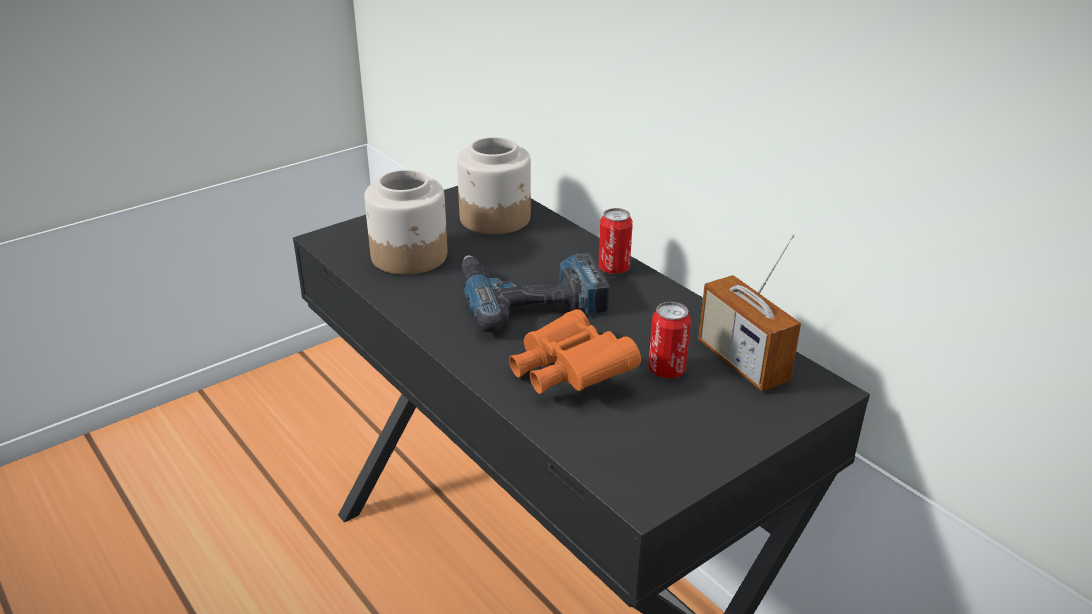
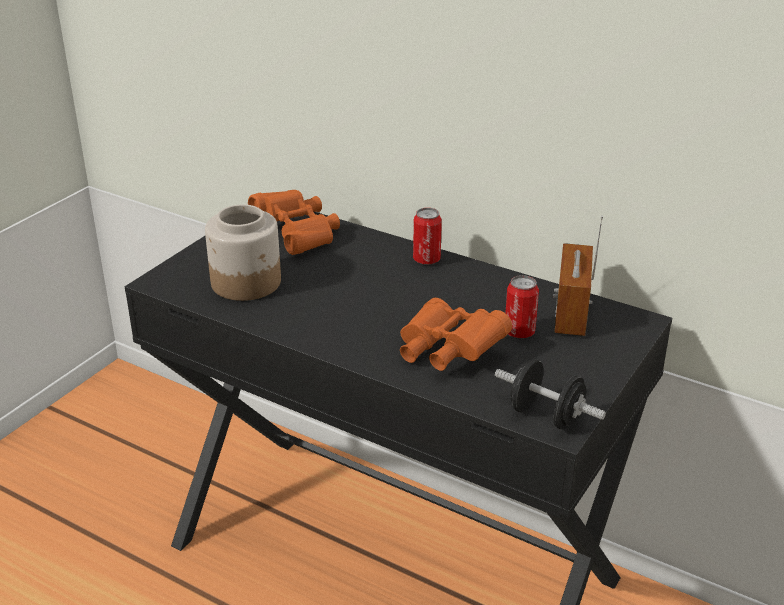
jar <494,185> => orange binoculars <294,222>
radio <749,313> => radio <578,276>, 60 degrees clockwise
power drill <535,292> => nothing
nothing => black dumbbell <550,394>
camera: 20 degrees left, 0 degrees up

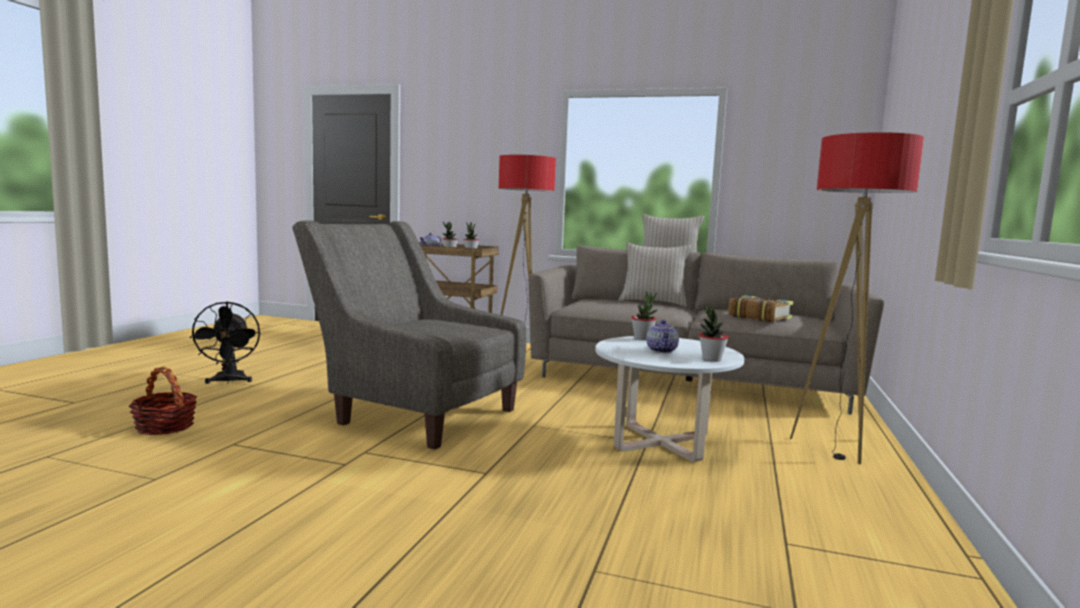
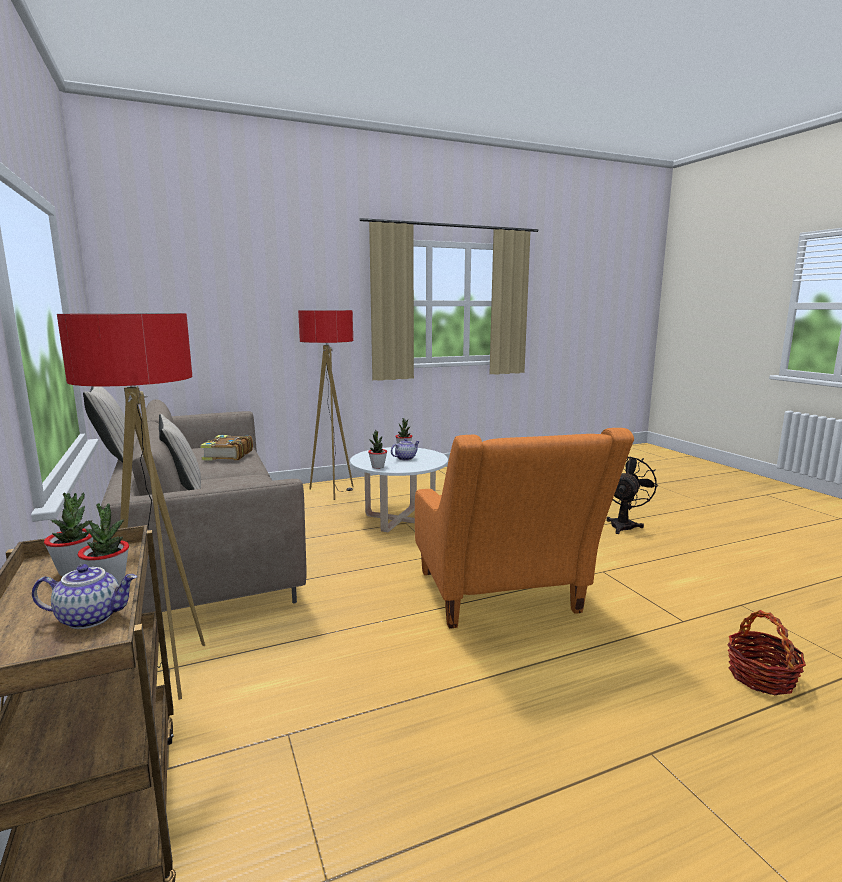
grey armchair <409,335> => orange armchair <524,528>
black fan <224,342> => black fan <632,495>, shifted
camera: 130 degrees left, 5 degrees up

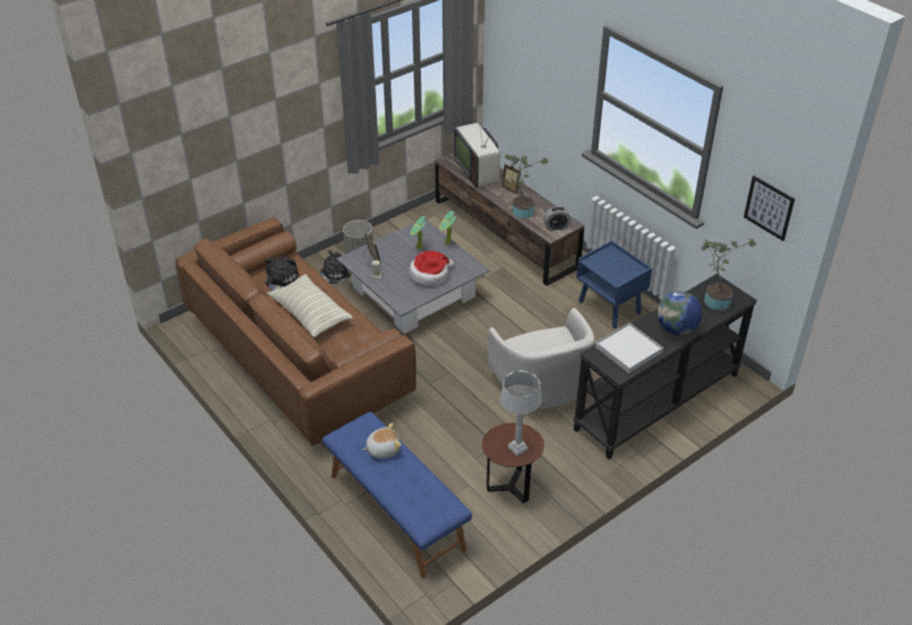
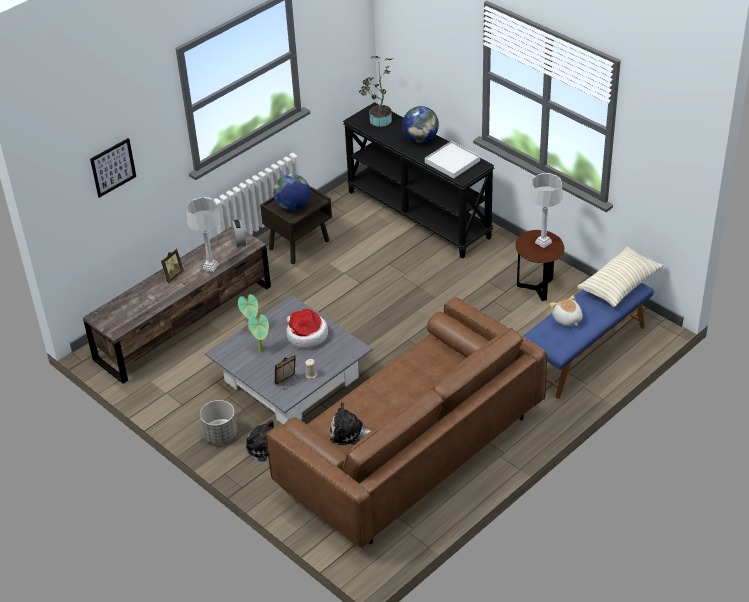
television <477,151> => nothing
potted plant <526,186> => grey table lamp <204,234>
picture <769,208> => picture <113,168>, shifted
blue nightstand <614,285> => brown nightstand <296,225>
pillow <310,306> => pillow <620,277>, shifted
white armchair <541,358> => nothing
nothing => globe <291,192>
camera: 95 degrees left, 0 degrees up

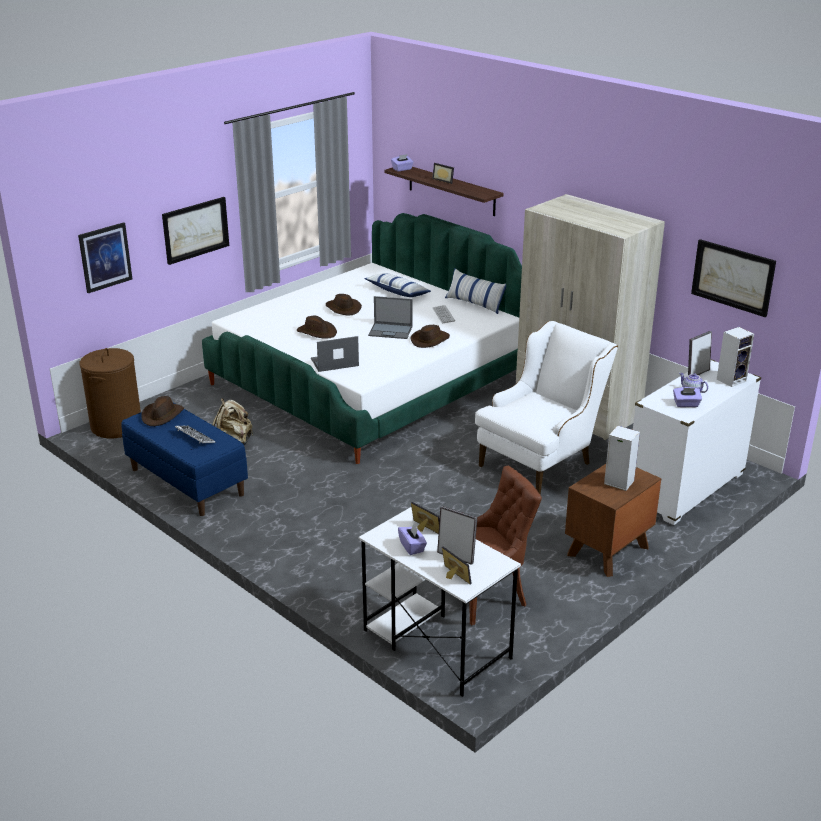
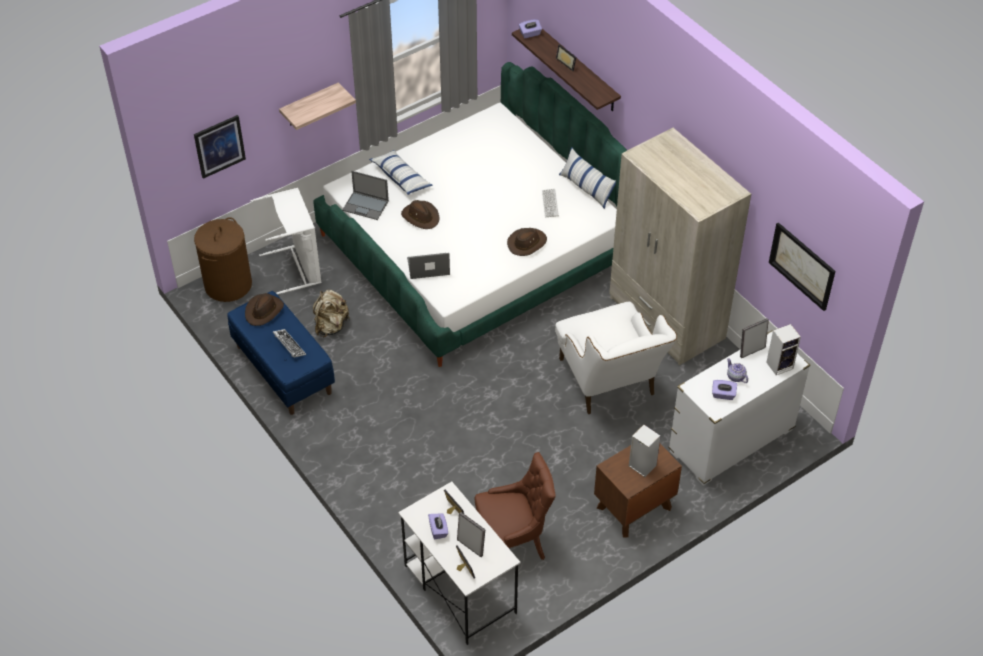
picture <195,231> => shelf <317,106>
pillow <397,285> => pillow <401,172>, shifted
brown hat <344,304> => nothing
laptop <390,317> => laptop <365,195>, shifted
white armchair <546,407> => white armchair <616,358>, 105 degrees clockwise
nothing => white laundry basket <285,241>
camera: 10 degrees right, 20 degrees up

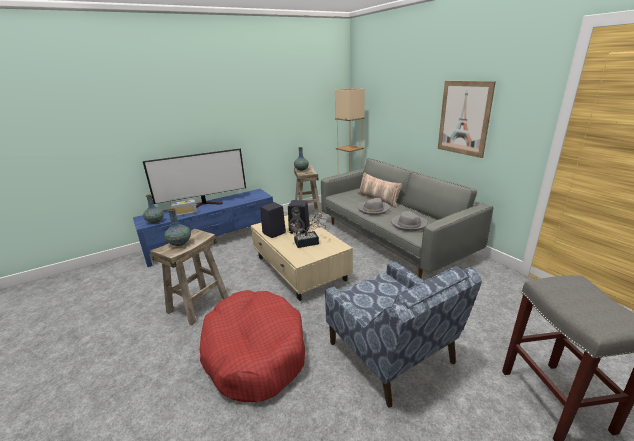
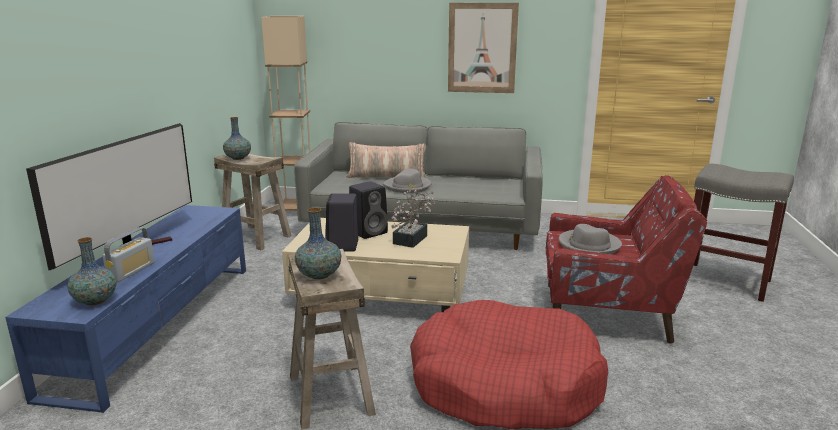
grey hat <409,221> => grey hat <590,239>, shifted
blue armchair <403,334> => red armchair <626,259>
camera: 50 degrees left, 5 degrees down

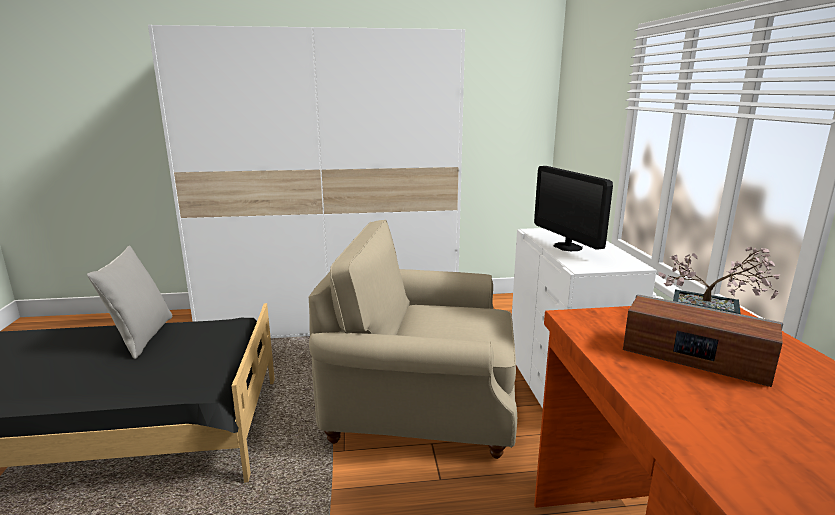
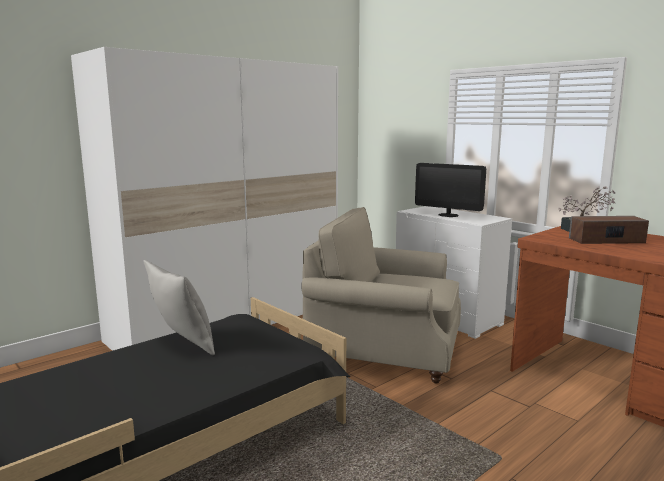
beige armchair <413,339> => beige armchair <381,295>, 45 degrees clockwise
camera: 35 degrees left, 5 degrees down

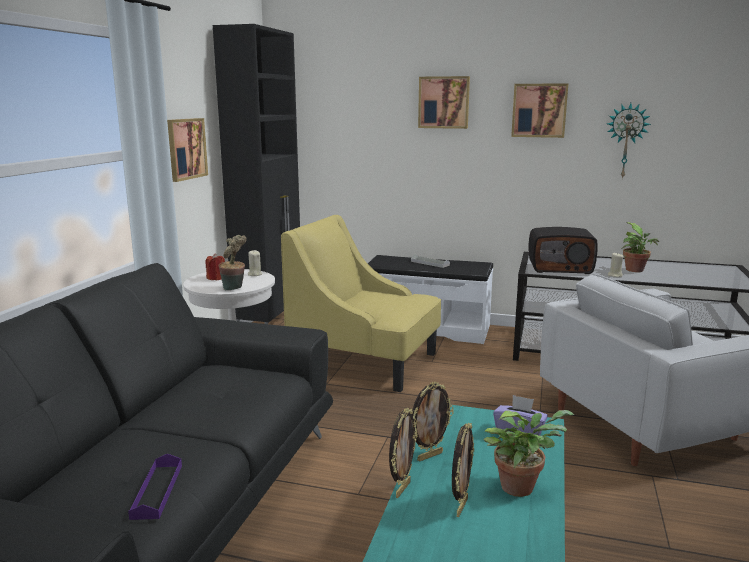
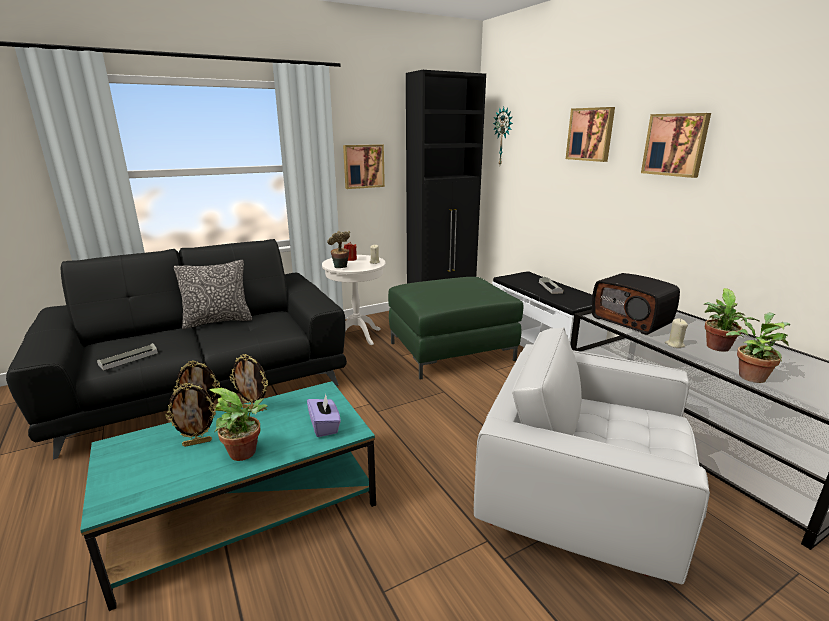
wall clock <629,141> => wall clock <503,136>, shifted
yellow armchair <361,303> => green ottoman <455,328>
purple tray <155,487> => grey tray <127,356>
nothing => pillow <213,294>
nothing => potted plant <758,347>
camera: 45 degrees right, 5 degrees up

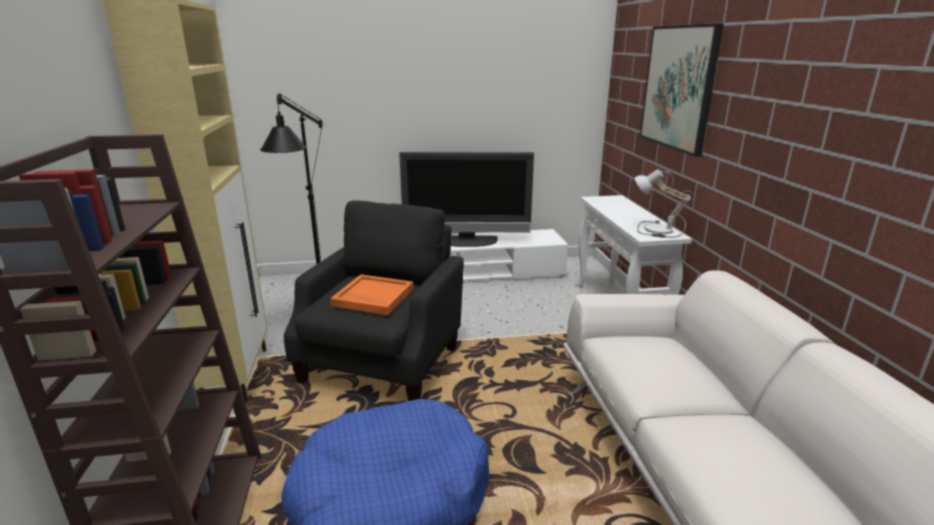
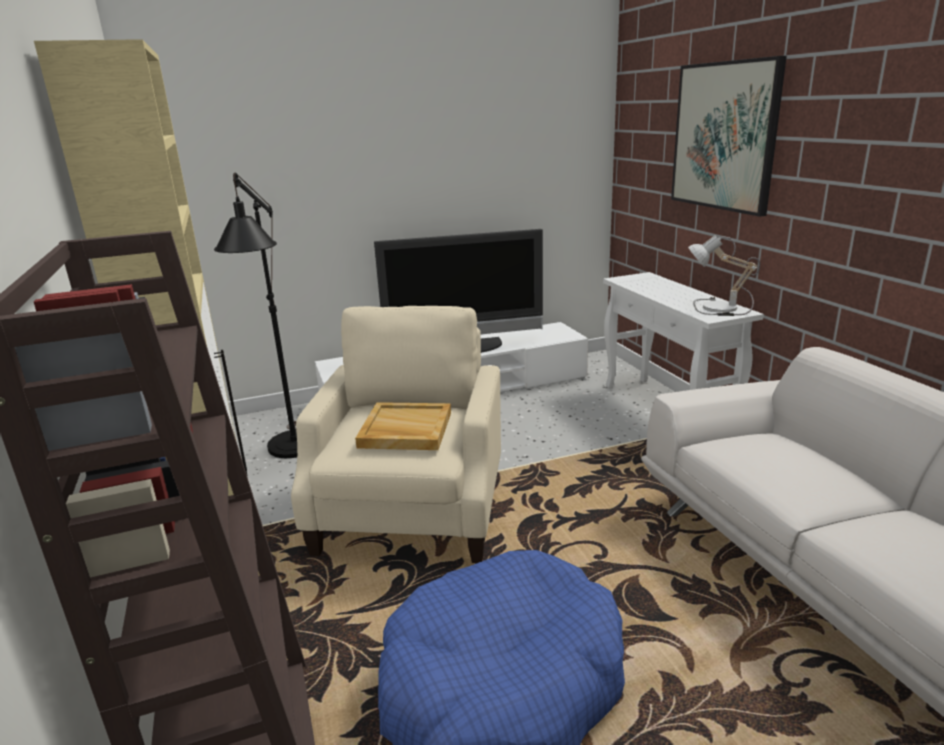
black armchair <374,301> => beige armchair <396,434>
orange tray <371,294> => beige tray <403,426>
camera: 10 degrees left, 0 degrees up

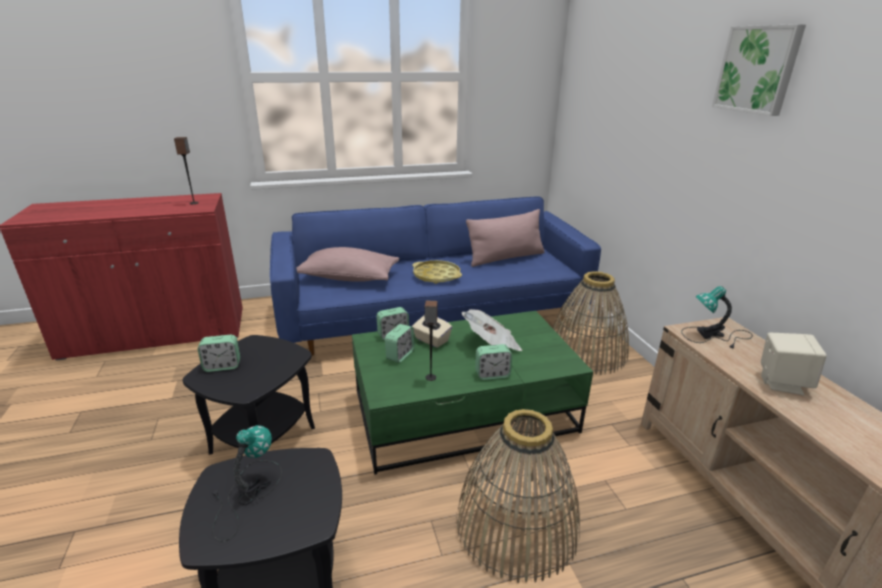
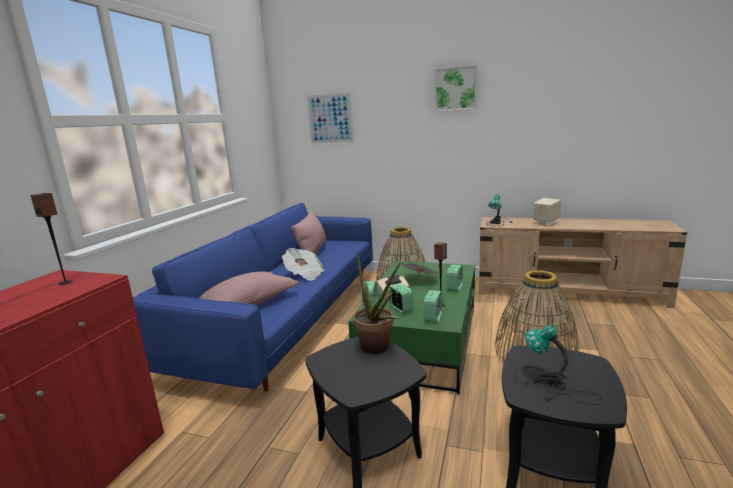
yellow tray <437,272> => newspaper <303,264>
alarm clock <219,353> => alarm clock <433,306>, shifted
nothing => picture <330,118>
nothing => potted plant <376,302>
camera: 55 degrees left, 10 degrees down

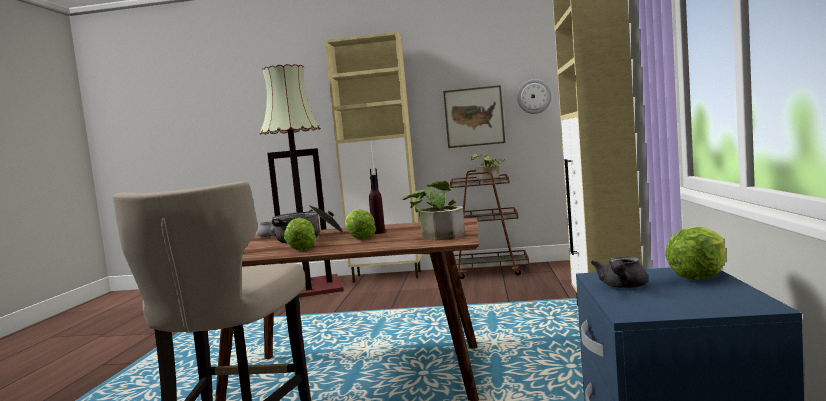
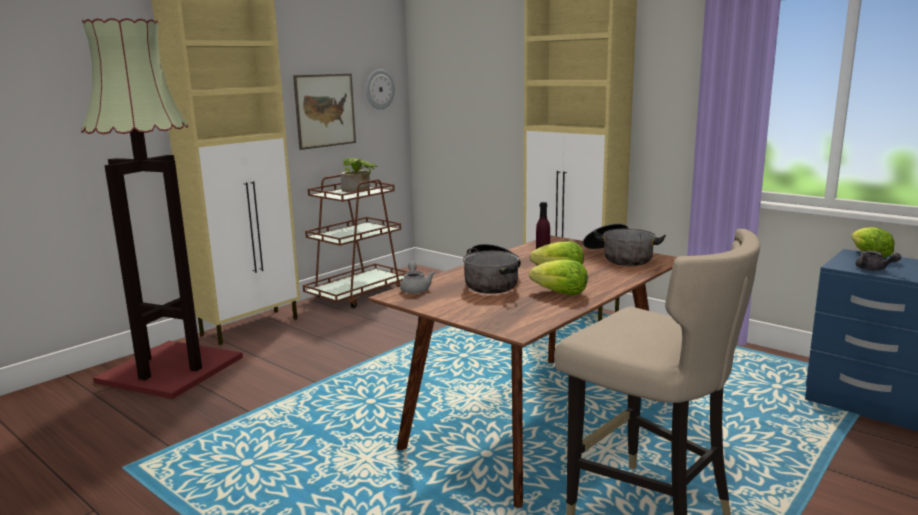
potted plant <433,210> => cooking pot <624,245>
camera: 55 degrees left, 10 degrees up

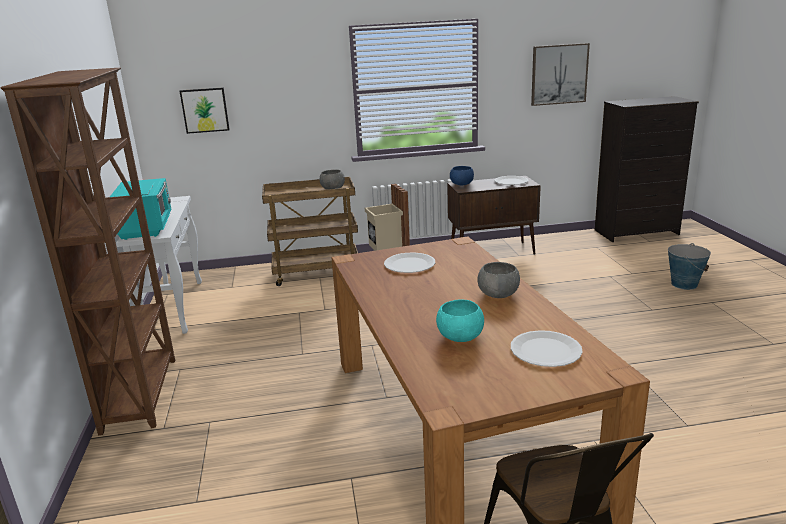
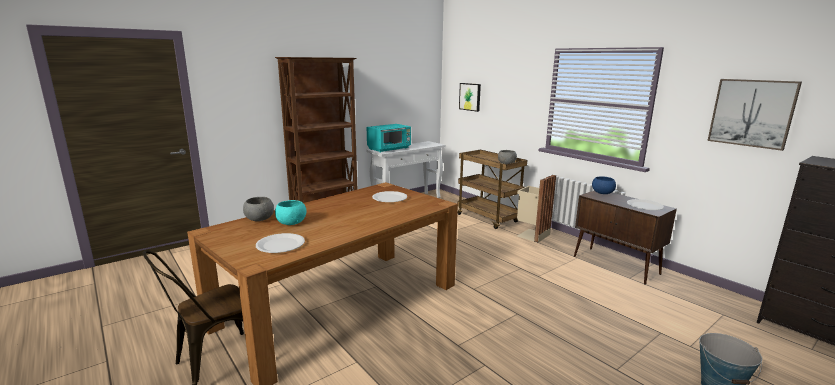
grey bowl <498,280> => grey bowl <258,209>, shifted
camera: 60 degrees right, 5 degrees down

